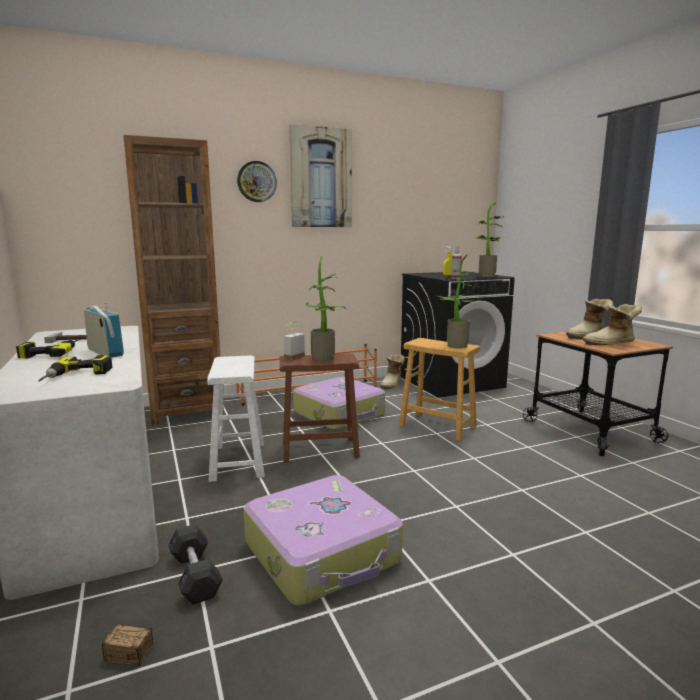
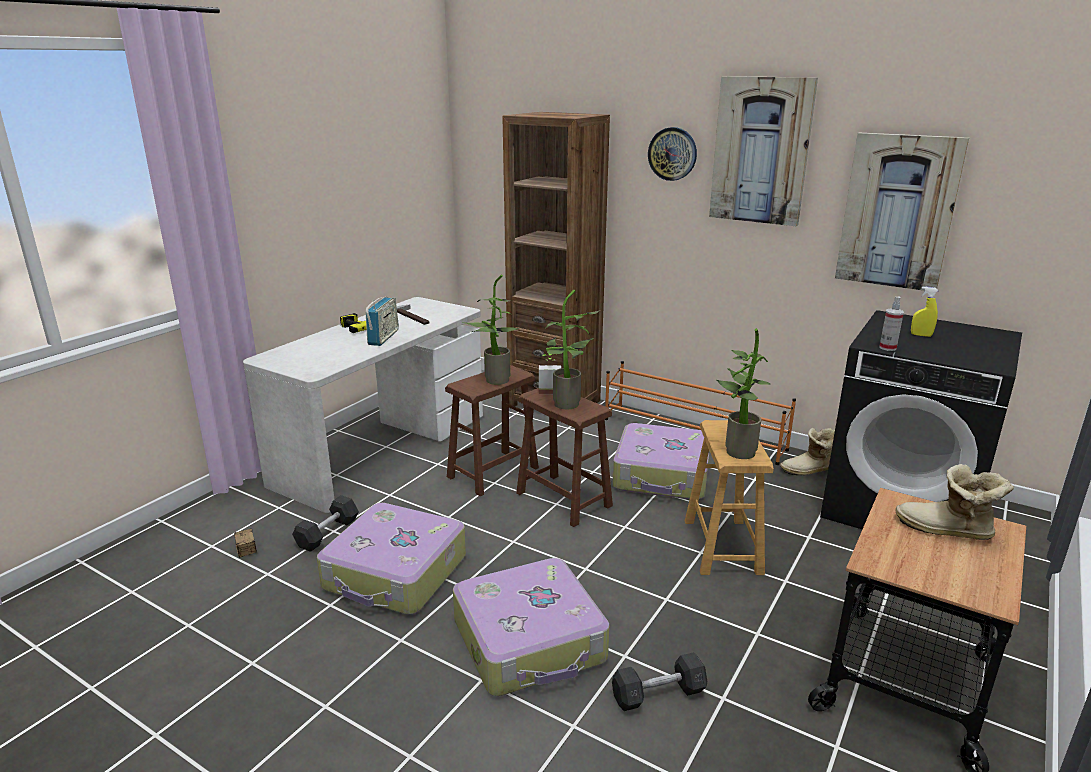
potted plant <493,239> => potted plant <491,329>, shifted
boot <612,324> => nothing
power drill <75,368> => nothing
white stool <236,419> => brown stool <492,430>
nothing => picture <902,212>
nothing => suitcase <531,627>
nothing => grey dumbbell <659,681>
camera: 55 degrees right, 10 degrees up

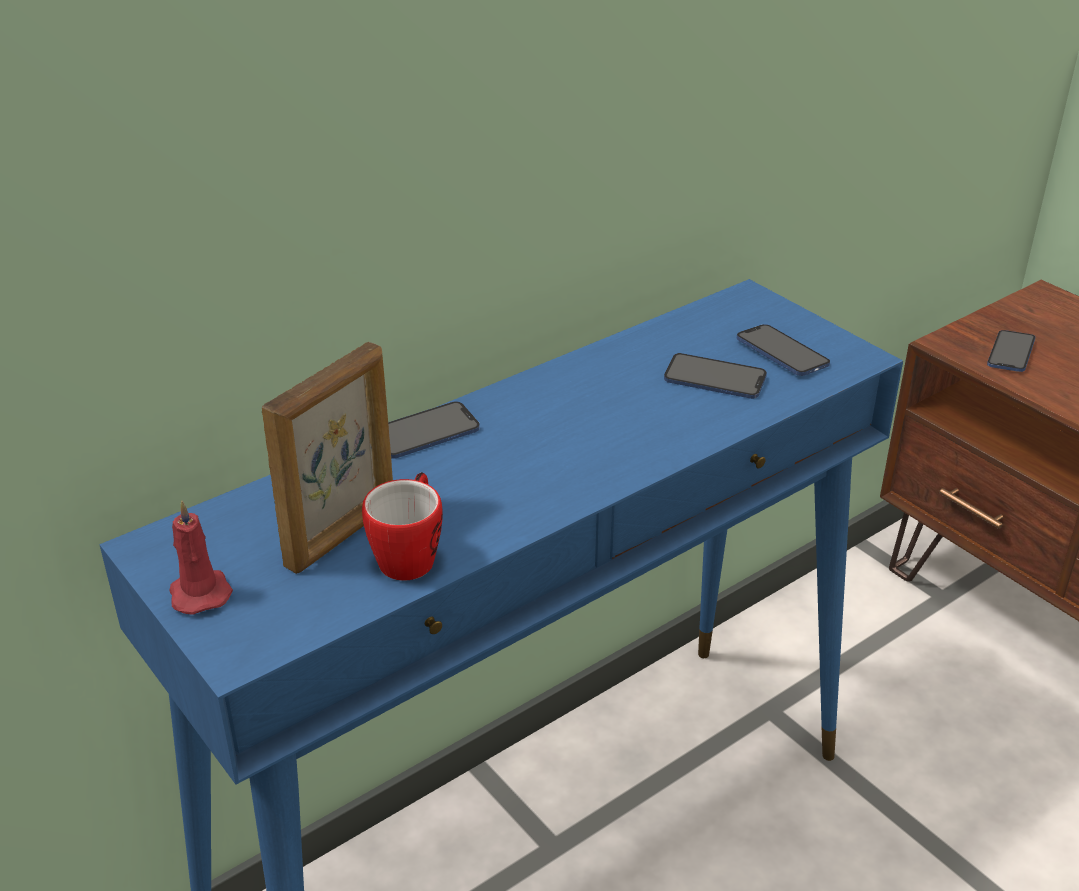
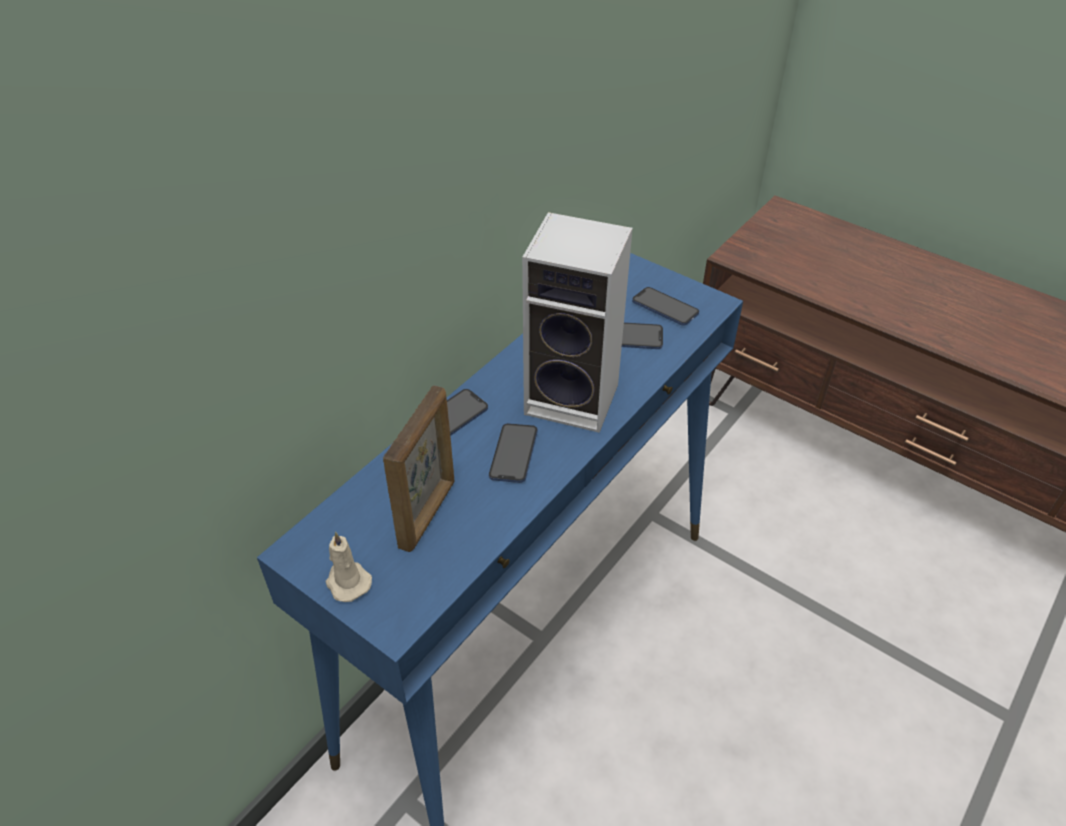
phone <1011,351> => phone <513,453>, shifted
mug <402,526> => nothing
red candle <201,557> => beige candle <349,566>
nothing => speaker <577,322>
camera: 15 degrees left, 10 degrees up

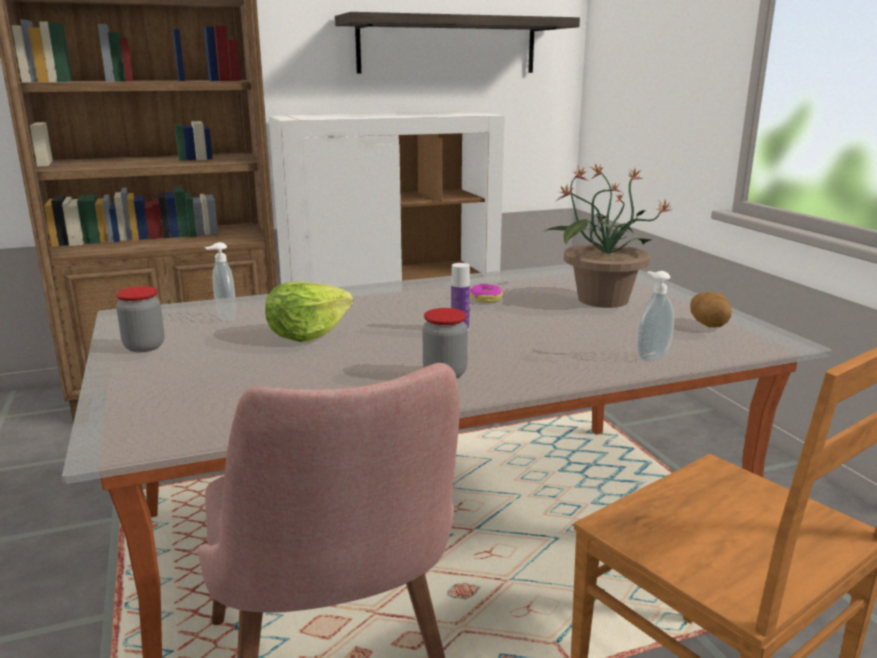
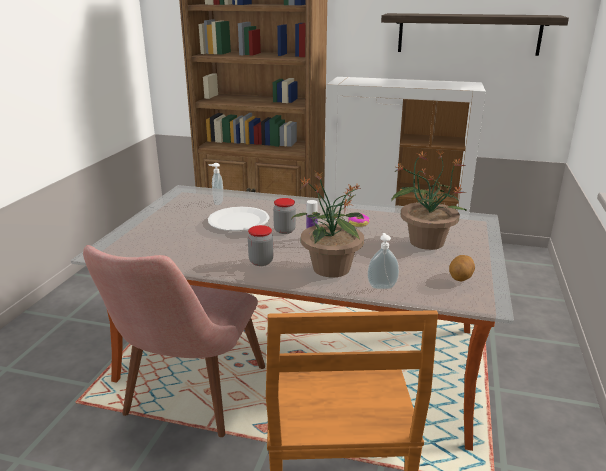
lettuce <309,312> => white plate <239,219>
jar <140,319> => jar <284,216>, shifted
nothing => potted plant <327,224>
camera: 35 degrees right, 5 degrees up

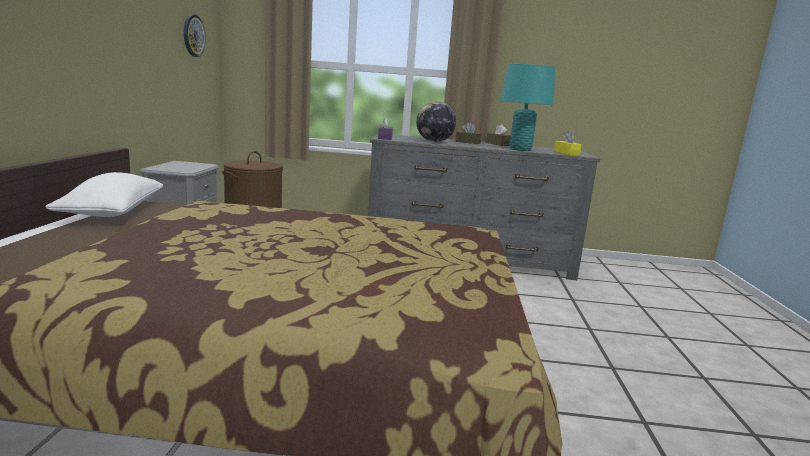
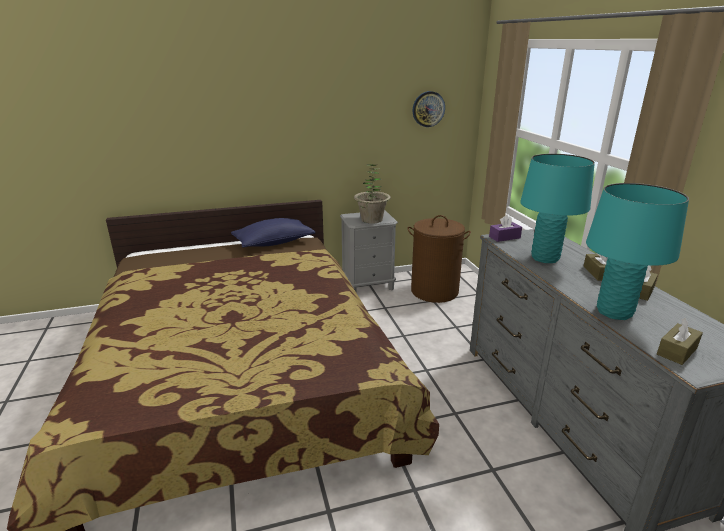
globe <436,121> => turquoise table lamp <557,208>
yellow tissue box <568,143> => brown tissue box <680,341>
white pillow <104,194> => blue pillow <273,233>
nothing => potted plant <372,194>
camera: 70 degrees right, 10 degrees up

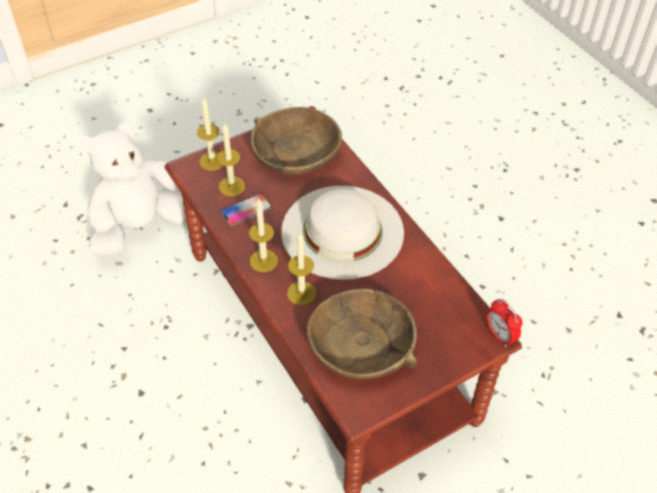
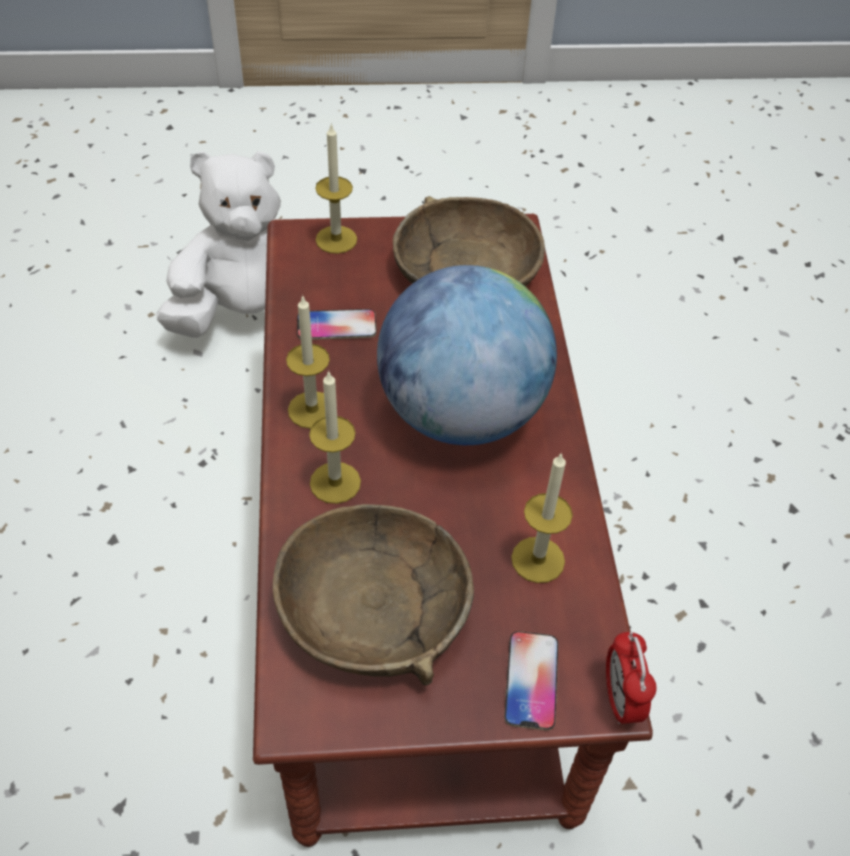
candle <231,159> => candle <542,517>, shifted
white hat <342,233> => globe <467,355>
nothing => phone <531,680>
camera: 25 degrees right, 0 degrees up

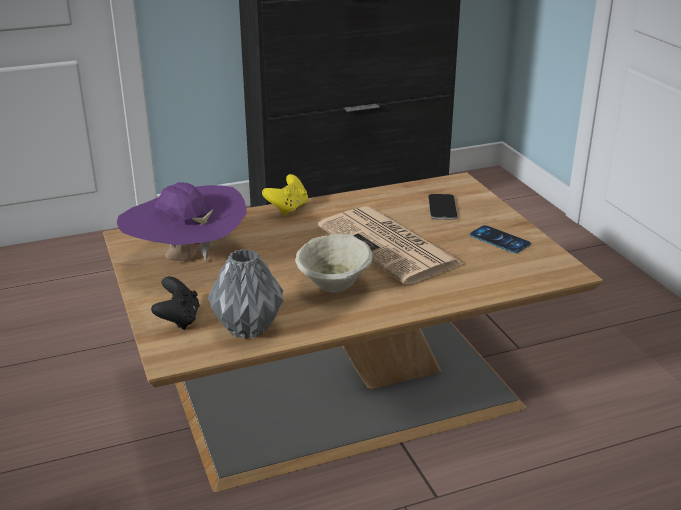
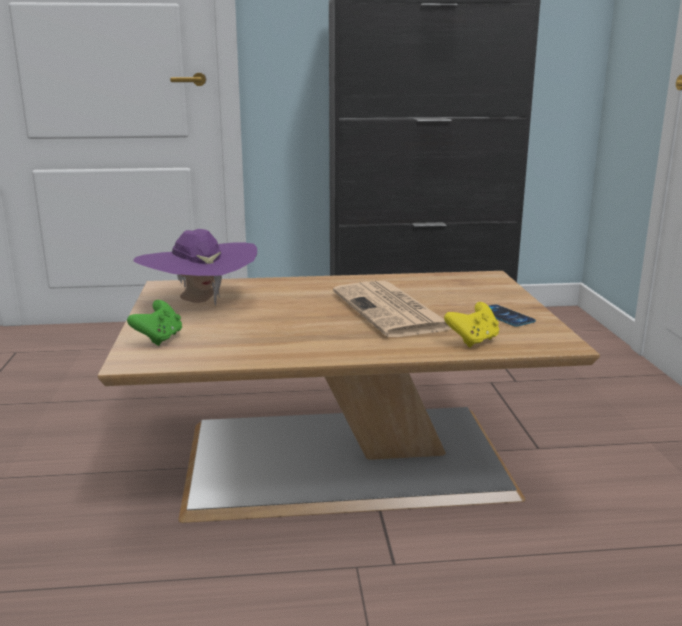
yellow game controller <285,195> => yellow game controller <471,325>, shifted
phone <443,206> => nothing
beige bowl <333,263> => nothing
grey vase <245,294> => nothing
black game controller <175,303> => green game controller <154,323>
camera: 15 degrees right, 10 degrees down

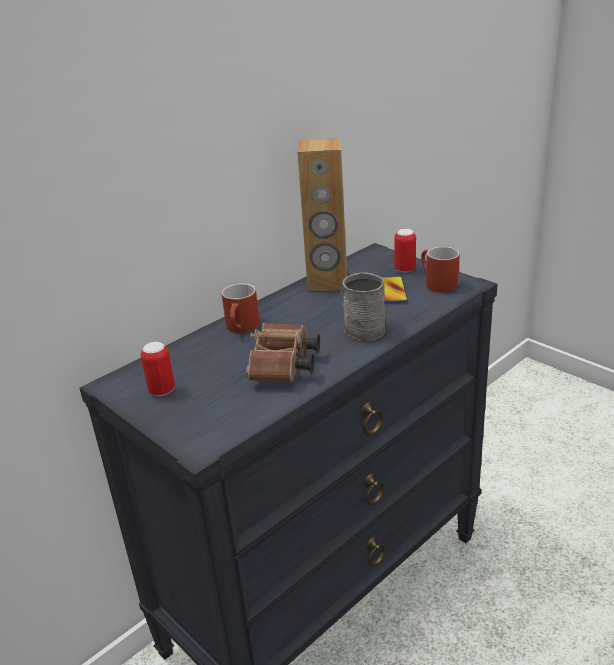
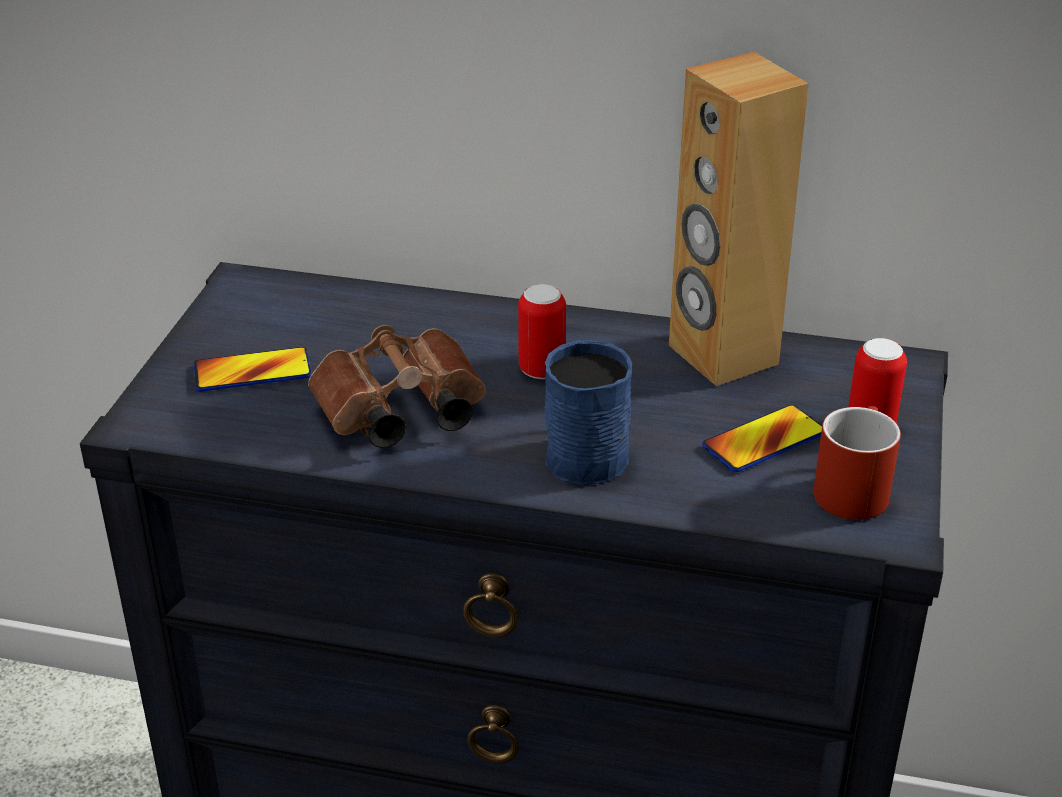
grey mug <362,306> => blue mug <588,412>
red mug <240,308> => nothing
can <158,369> => can <542,331>, shifted
nothing => phone <253,369>
camera: 55 degrees right, 5 degrees up

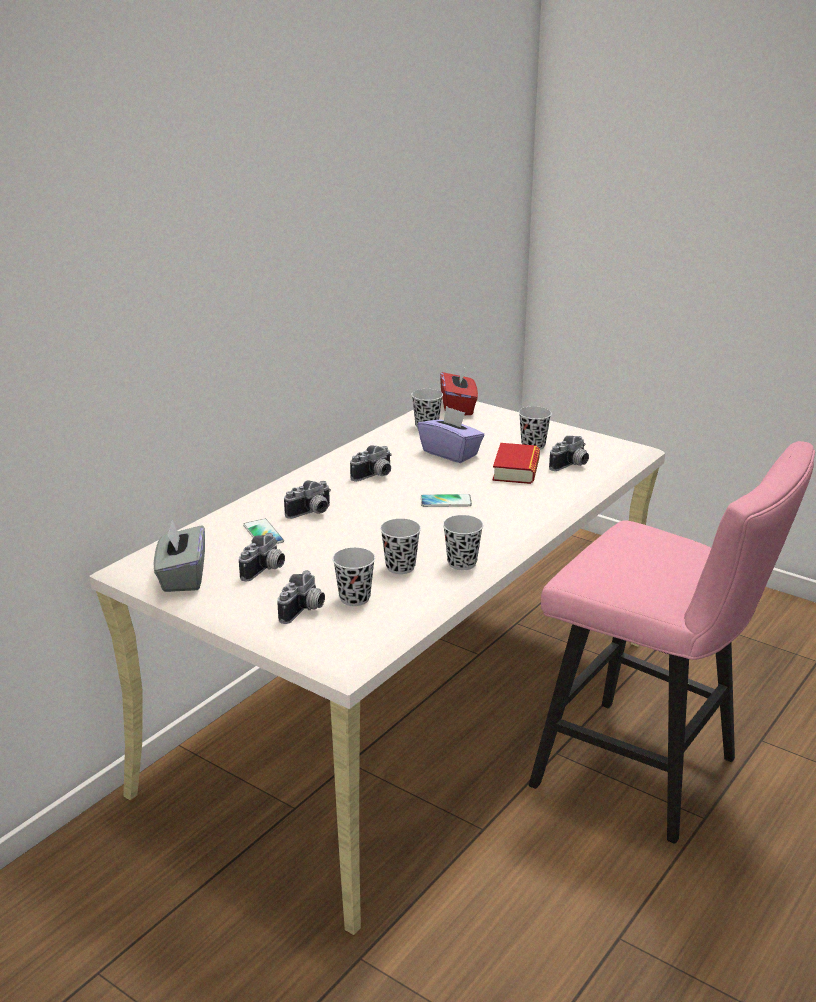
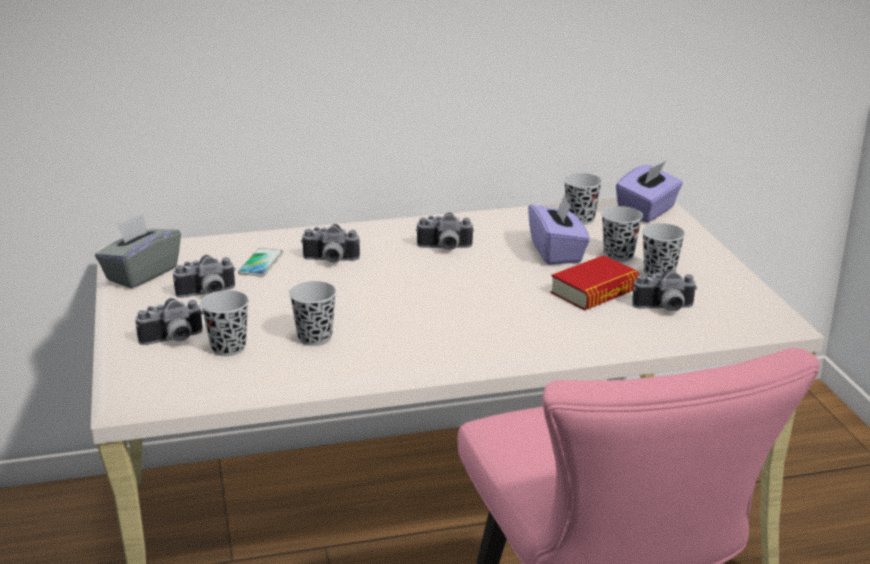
red tissue box <459,390> => purple tissue box <649,192>
phone <446,500> => nothing
black cup <463,542> => black cup <622,234>, shifted
camera: 40 degrees right, 0 degrees up

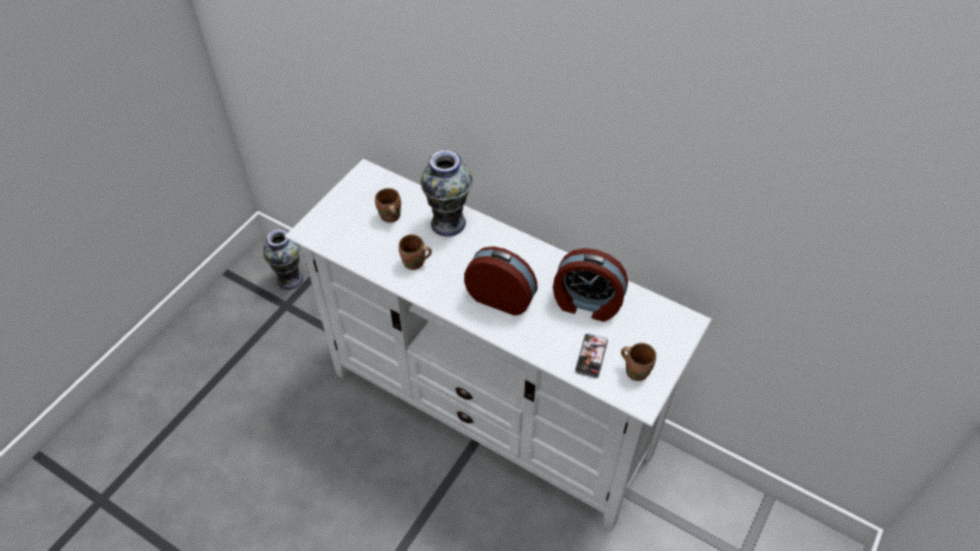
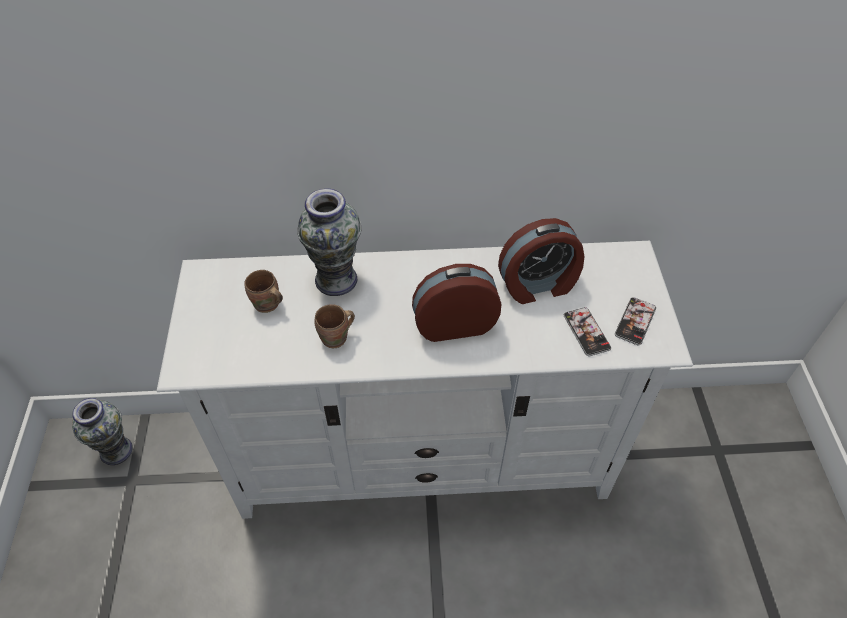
brown mug <638,362> => phone <635,321>
camera: 35 degrees left, 0 degrees up

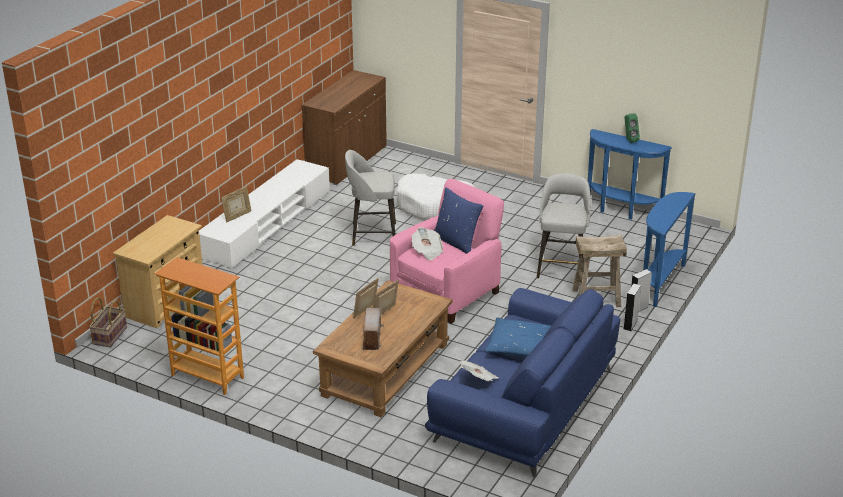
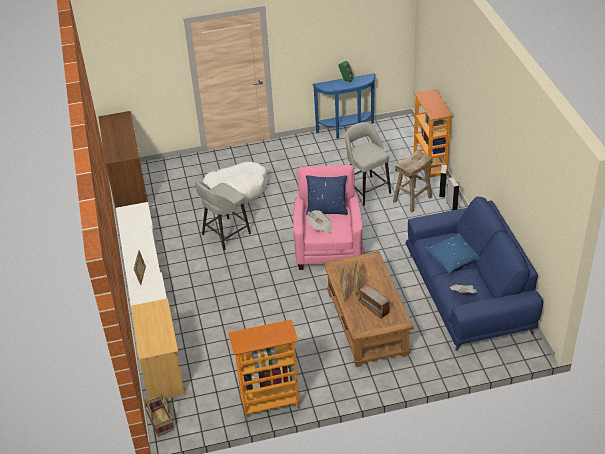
blue console table <669,249> => bookcase <433,134>
camera: 40 degrees left, 10 degrees up

